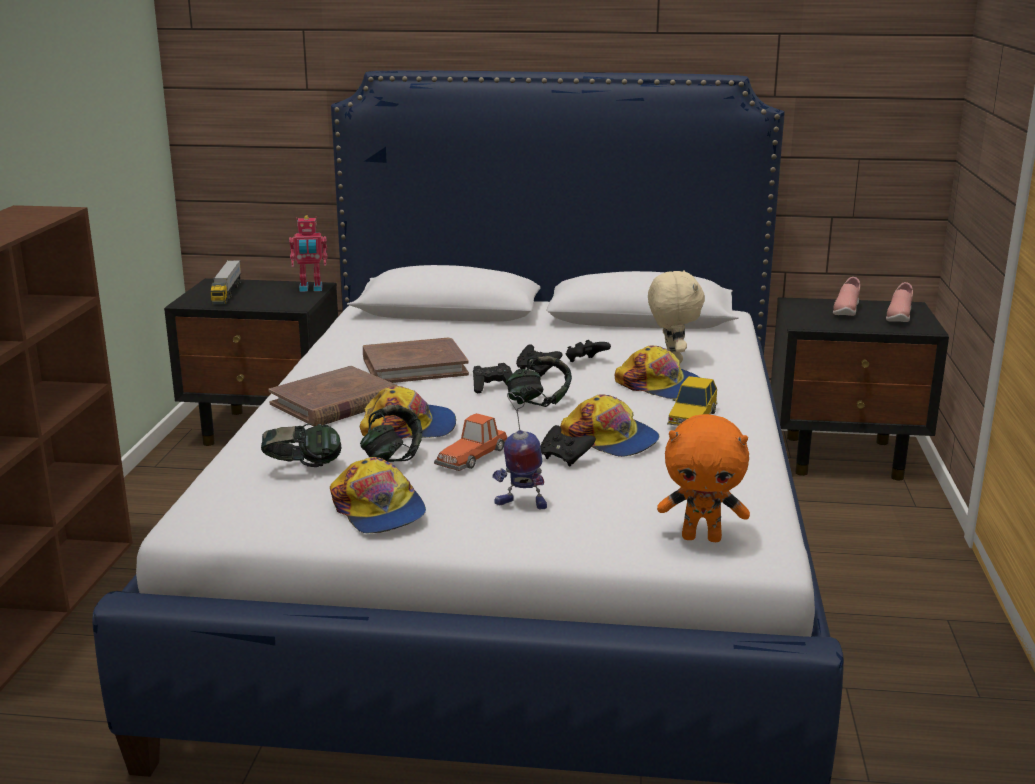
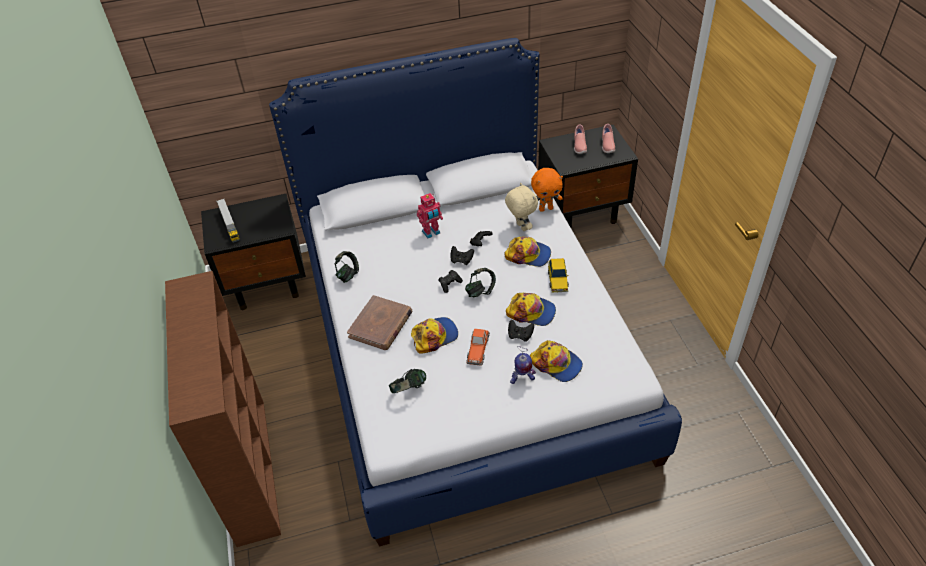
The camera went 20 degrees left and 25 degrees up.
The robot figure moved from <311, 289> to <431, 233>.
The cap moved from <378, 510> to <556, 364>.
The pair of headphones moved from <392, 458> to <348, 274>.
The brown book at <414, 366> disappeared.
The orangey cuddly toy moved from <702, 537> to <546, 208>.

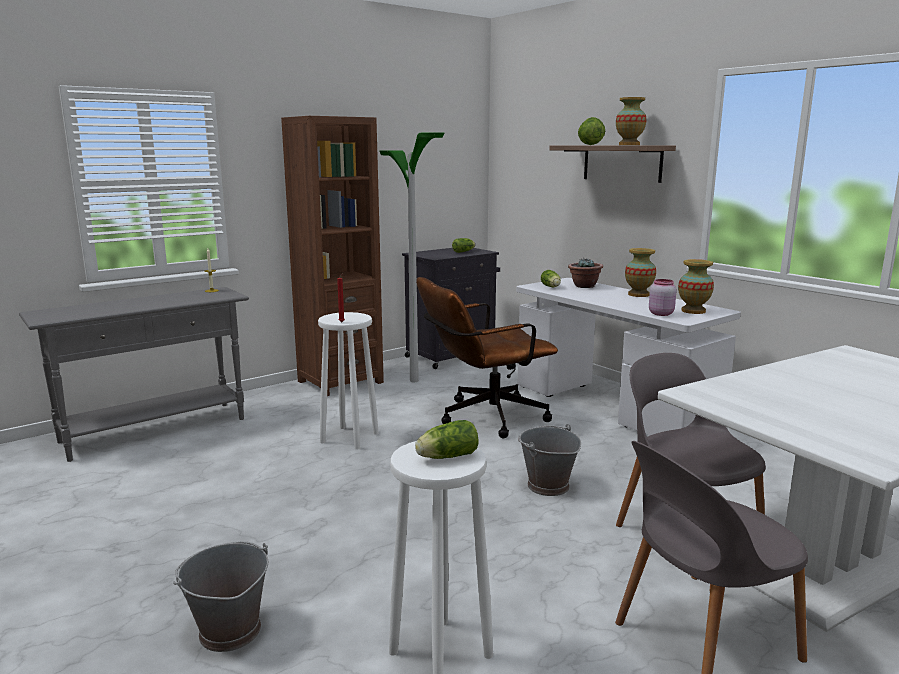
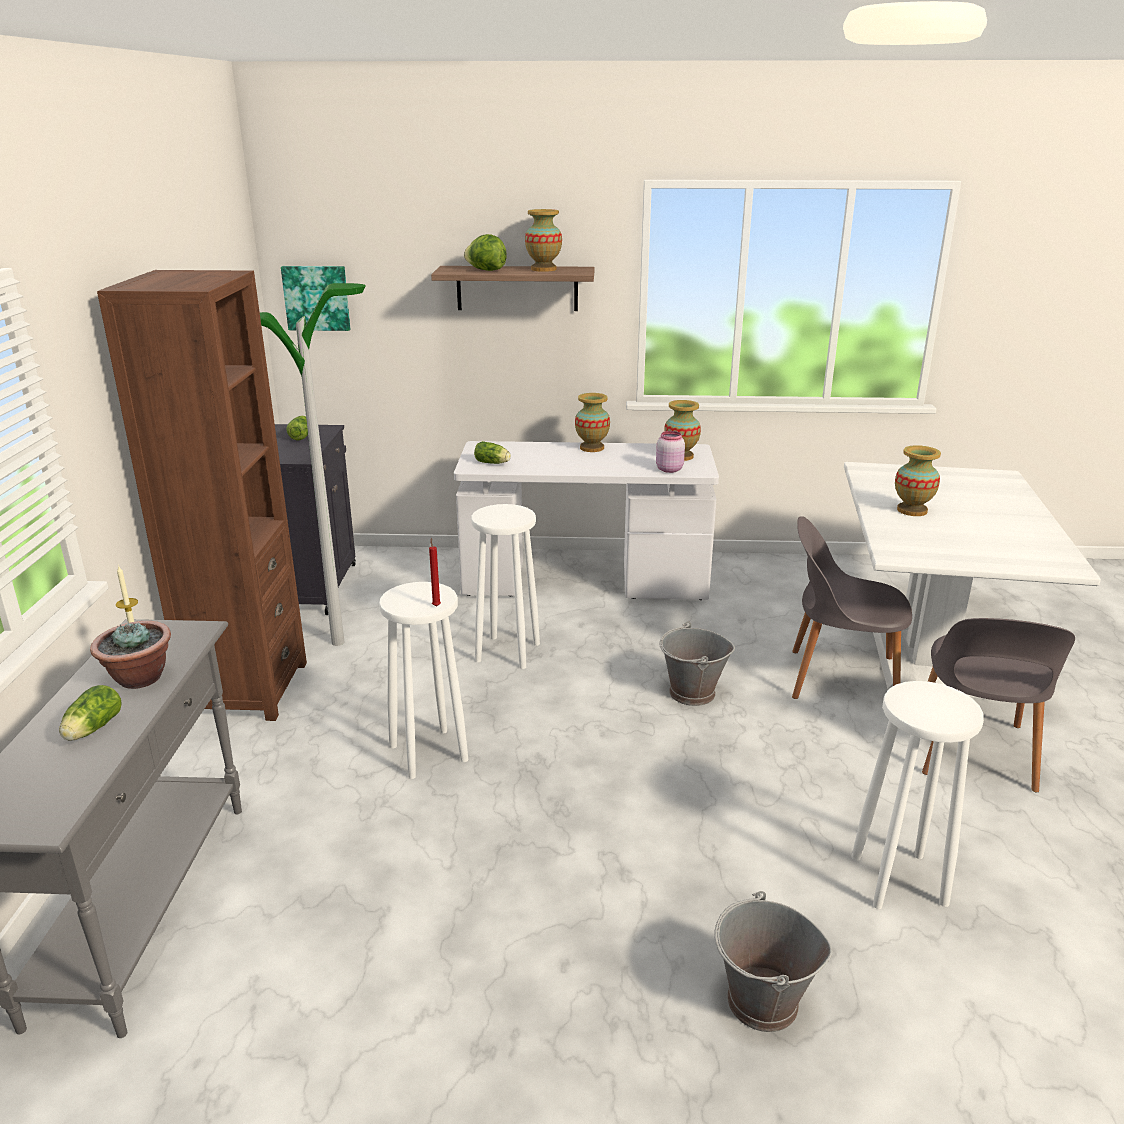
The camera went 50 degrees left and 10 degrees up.
The lettuce head moved from <445, 457> to <91, 730>.
The brown desk chair at <484, 418> was replaced by the white sitting stool at <507, 652>.
The houseplant moved from <584, 286> to <139, 678>.
The wall picture at <317, 298> appeared.
The vase at <911, 510> appeared.

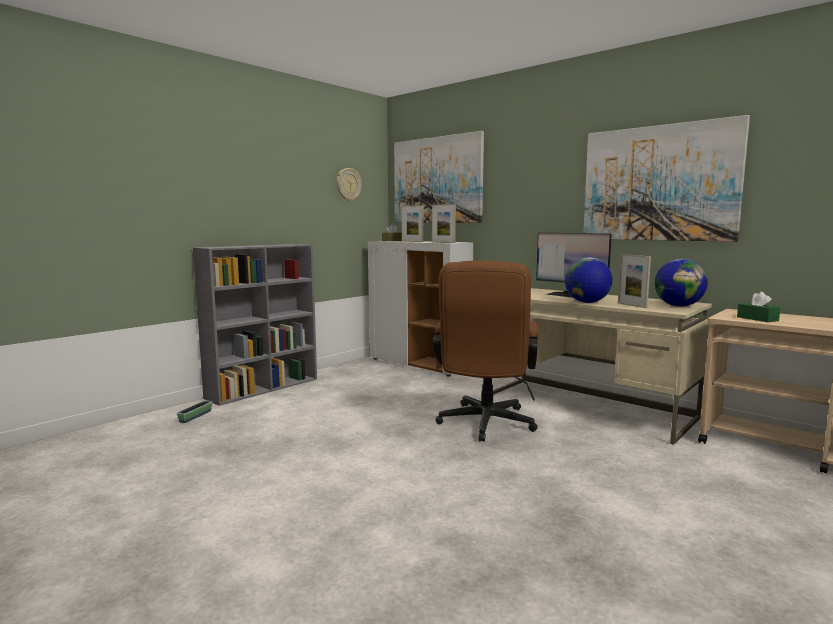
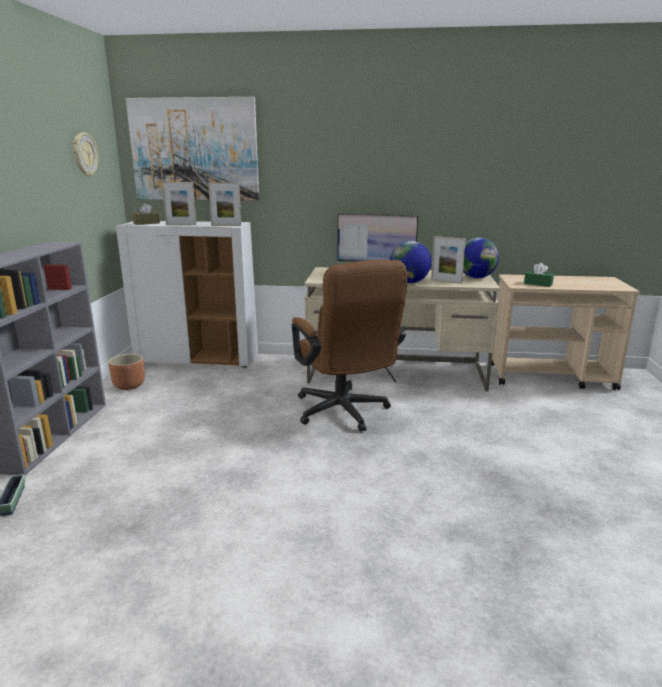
The camera went 35 degrees left and 10 degrees up.
The wall picture at <658, 183> disappeared.
The brown flower pot at <129, 386> appeared.

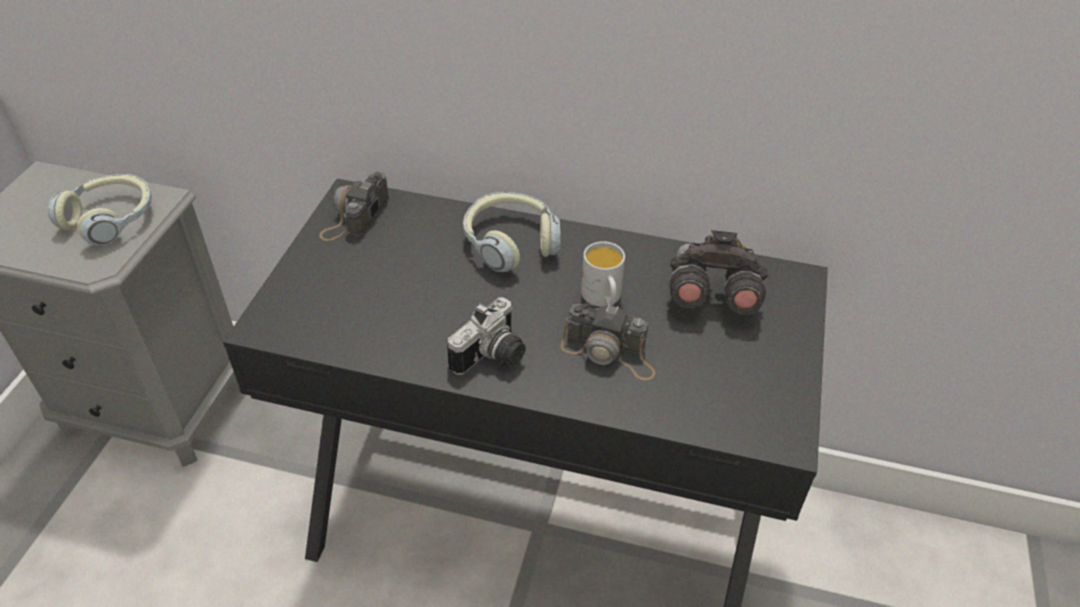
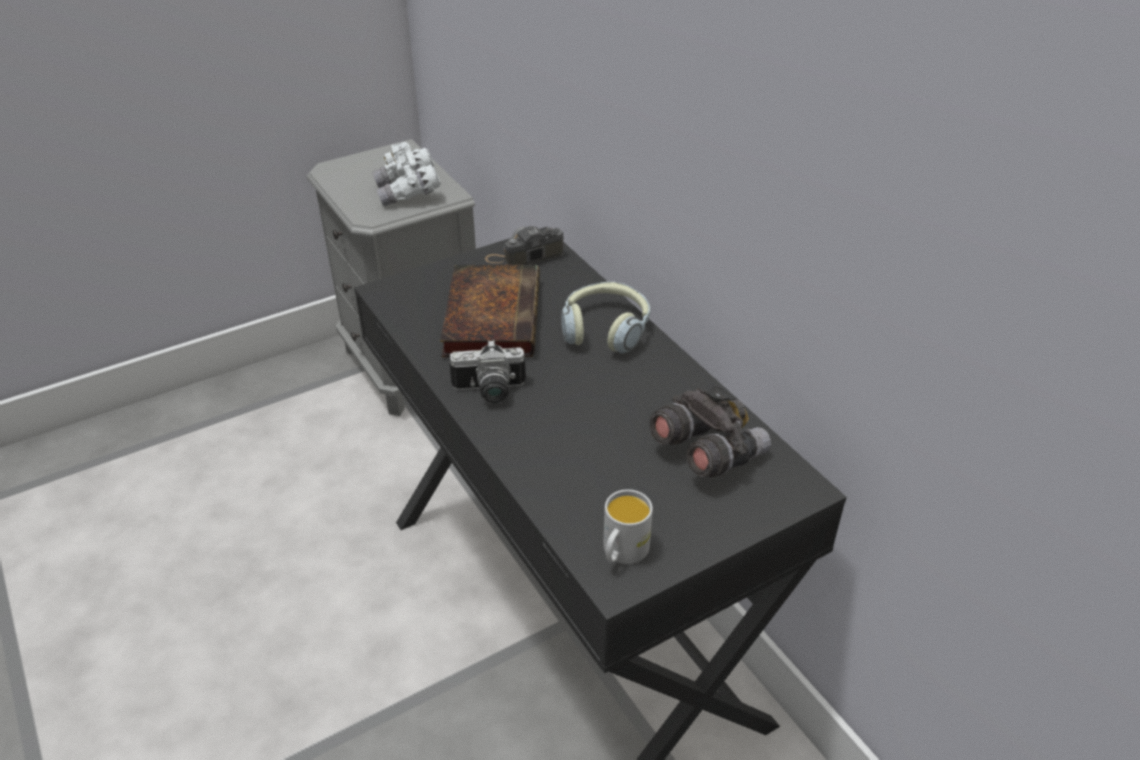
The camera went 45 degrees right and 5 degrees down.
The pair of headphones at <111, 219> was replaced by the white binoculars at <408, 193>.
The still camera at <609, 352> disappeared.
The white tea mug moved from <603, 298> to <622, 553>.
The book at <491, 315> appeared.

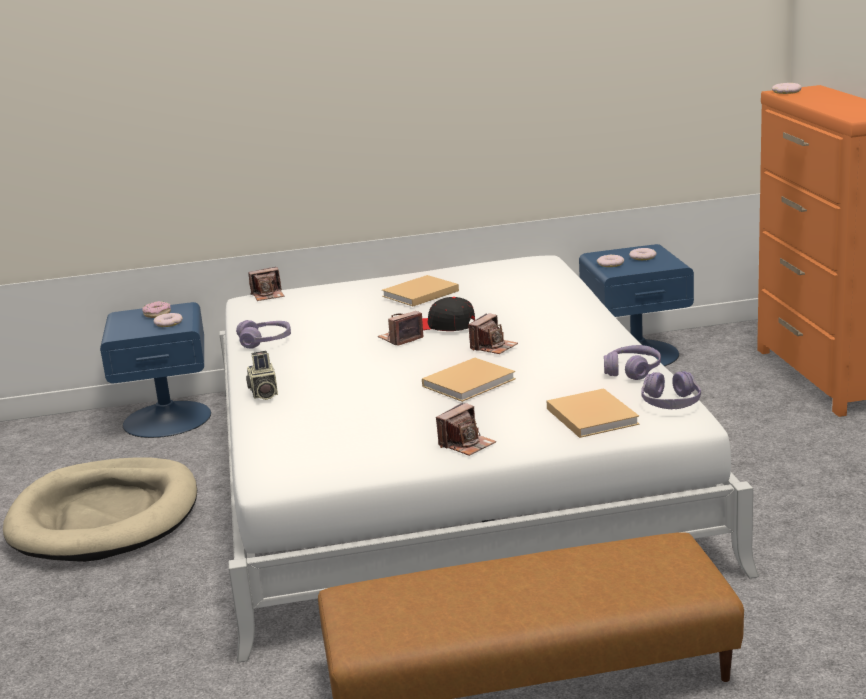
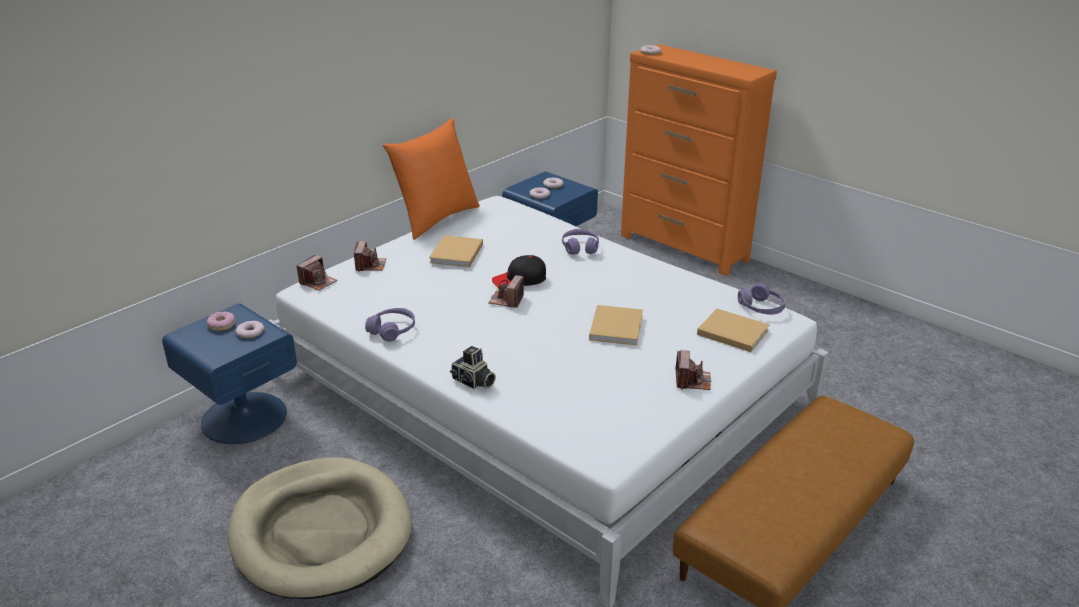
The camera went 40 degrees left and 10 degrees up.
The still camera moved from <493, 347> to <370, 265>.
The purplish pair of headphones moved from <632, 371> to <580, 248>.
The orangey pillow at <436, 219> appeared.

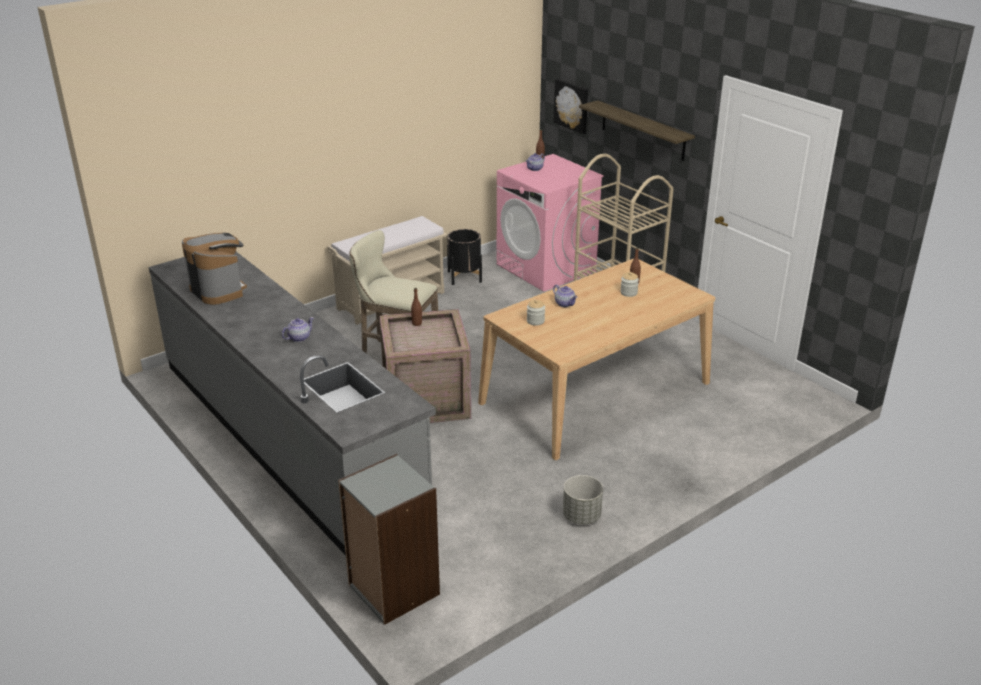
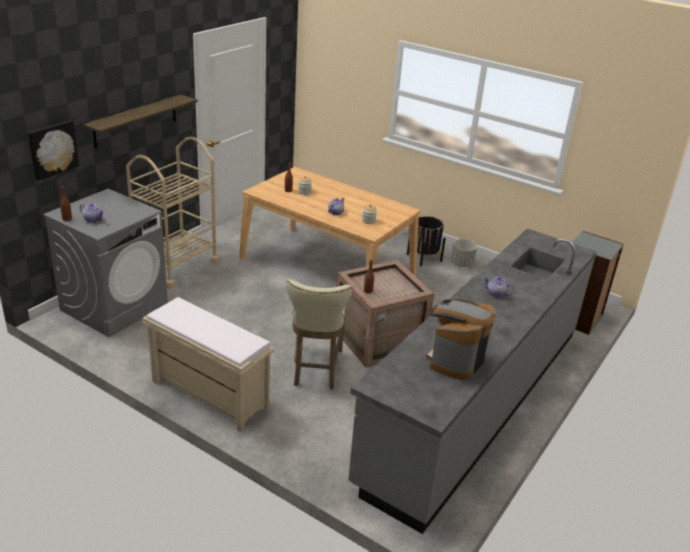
The camera went 110 degrees left and 0 degrees up.
The black-coloured flower pot moved from <464, 277> to <424, 257>.
The pink laundry machine at <546, 268> became the gray laundry machine at <115, 306>.

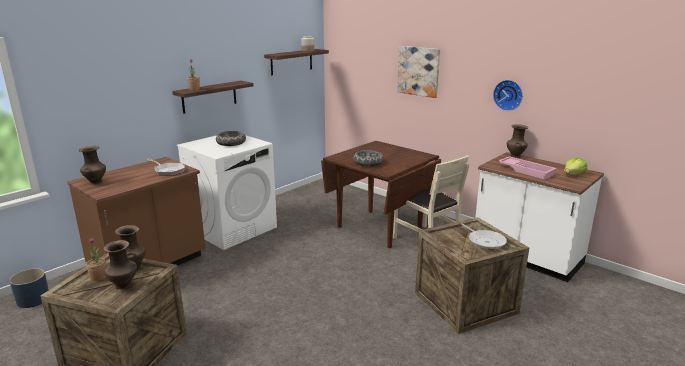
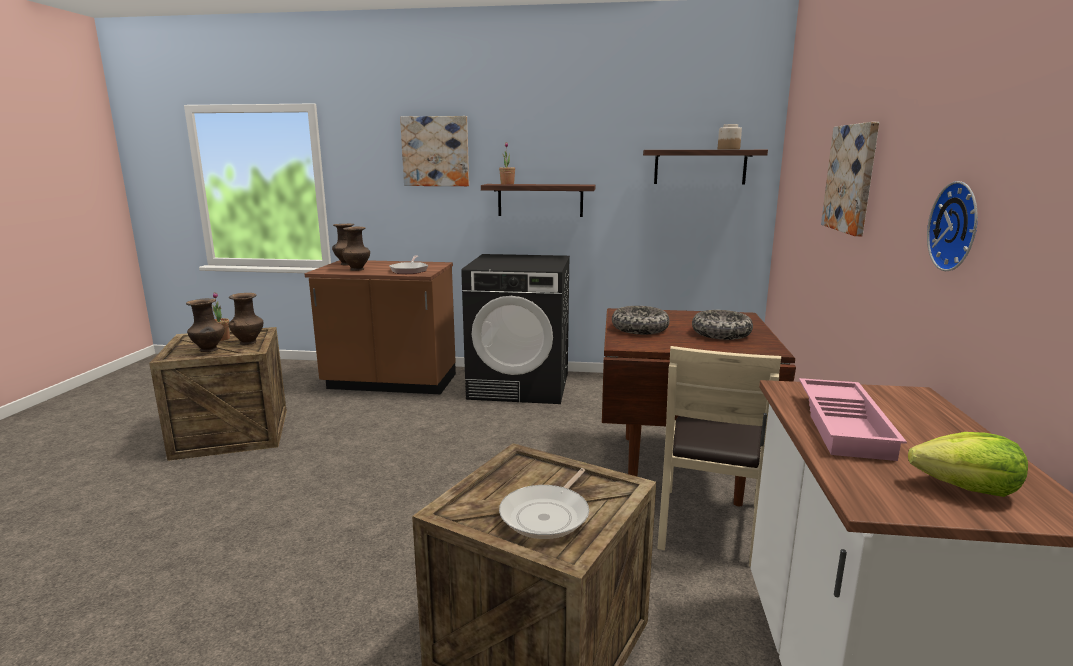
The camera went 55 degrees right and 5 degrees down.
The blue flower pot at <33, 299> disappeared.
The white laundry machine at <233, 228> became the black-coloured laundry machine at <520, 386>.
The bowl moved from <231, 143> to <721, 334>.
The brown vase moved from <515, 156> to <358, 269>.
The wall picture at <435, 151> appeared.

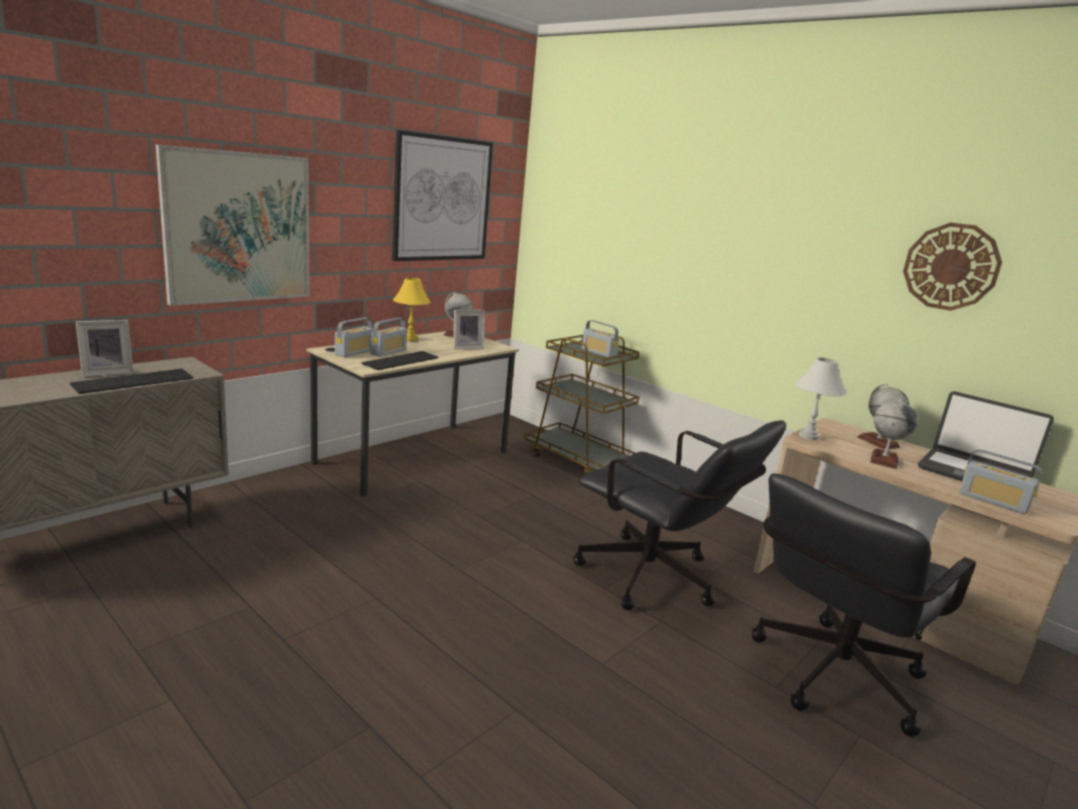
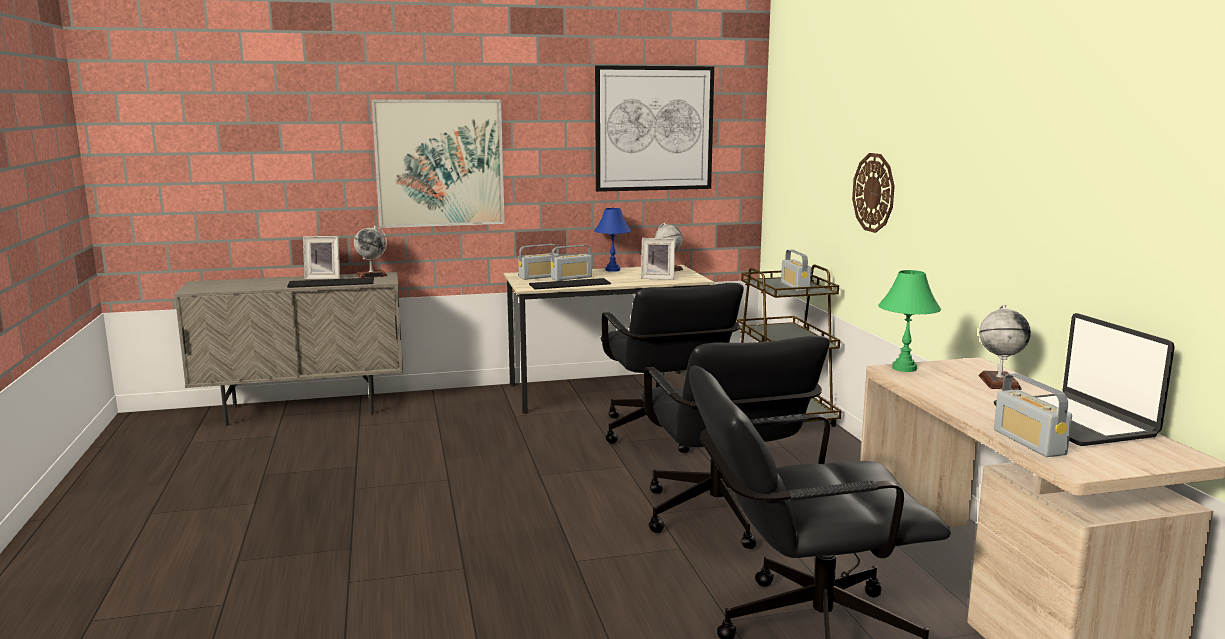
The camera went 35 degrees right and 5 degrees down.
The yellowish tabletop lamp at <410, 339> became the blue tabletop lamp at <612, 270>.
The white tabletop lamp at <809, 436> became the green-coloured tabletop lamp at <904, 368>.
The desk globe moved from <884, 460> to <371, 275>.
The clock on the wall moved from <951, 266> to <874, 192>.
The black-coloured desk chair at <665, 435> appeared.

